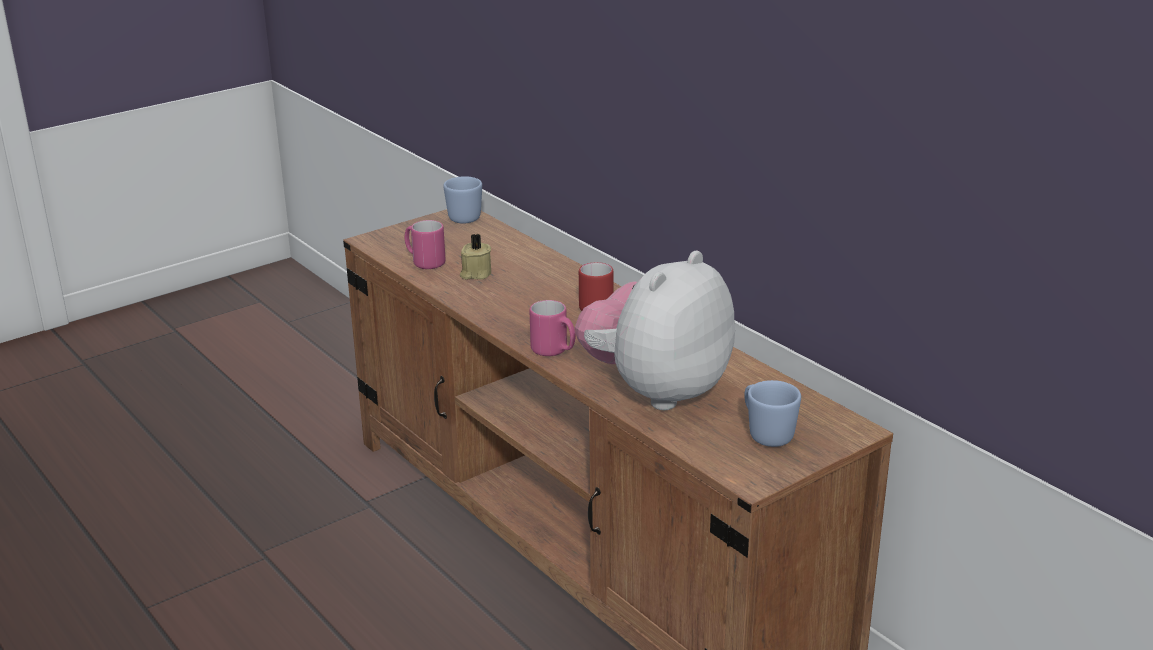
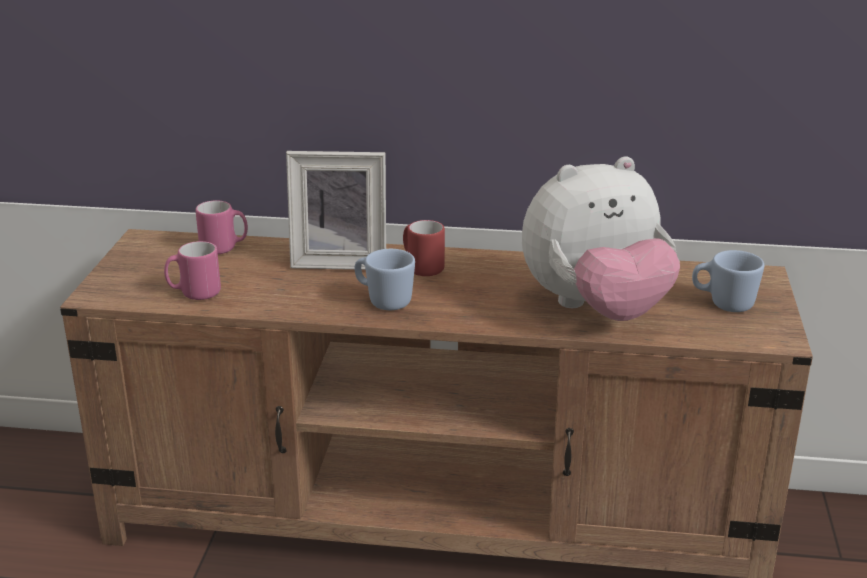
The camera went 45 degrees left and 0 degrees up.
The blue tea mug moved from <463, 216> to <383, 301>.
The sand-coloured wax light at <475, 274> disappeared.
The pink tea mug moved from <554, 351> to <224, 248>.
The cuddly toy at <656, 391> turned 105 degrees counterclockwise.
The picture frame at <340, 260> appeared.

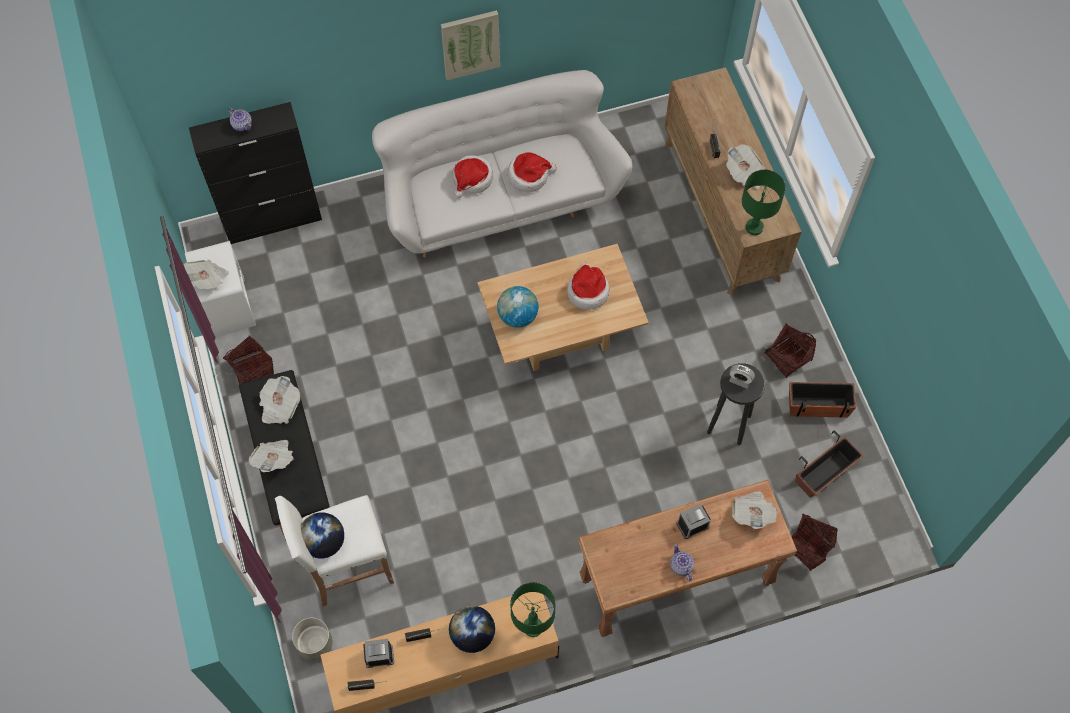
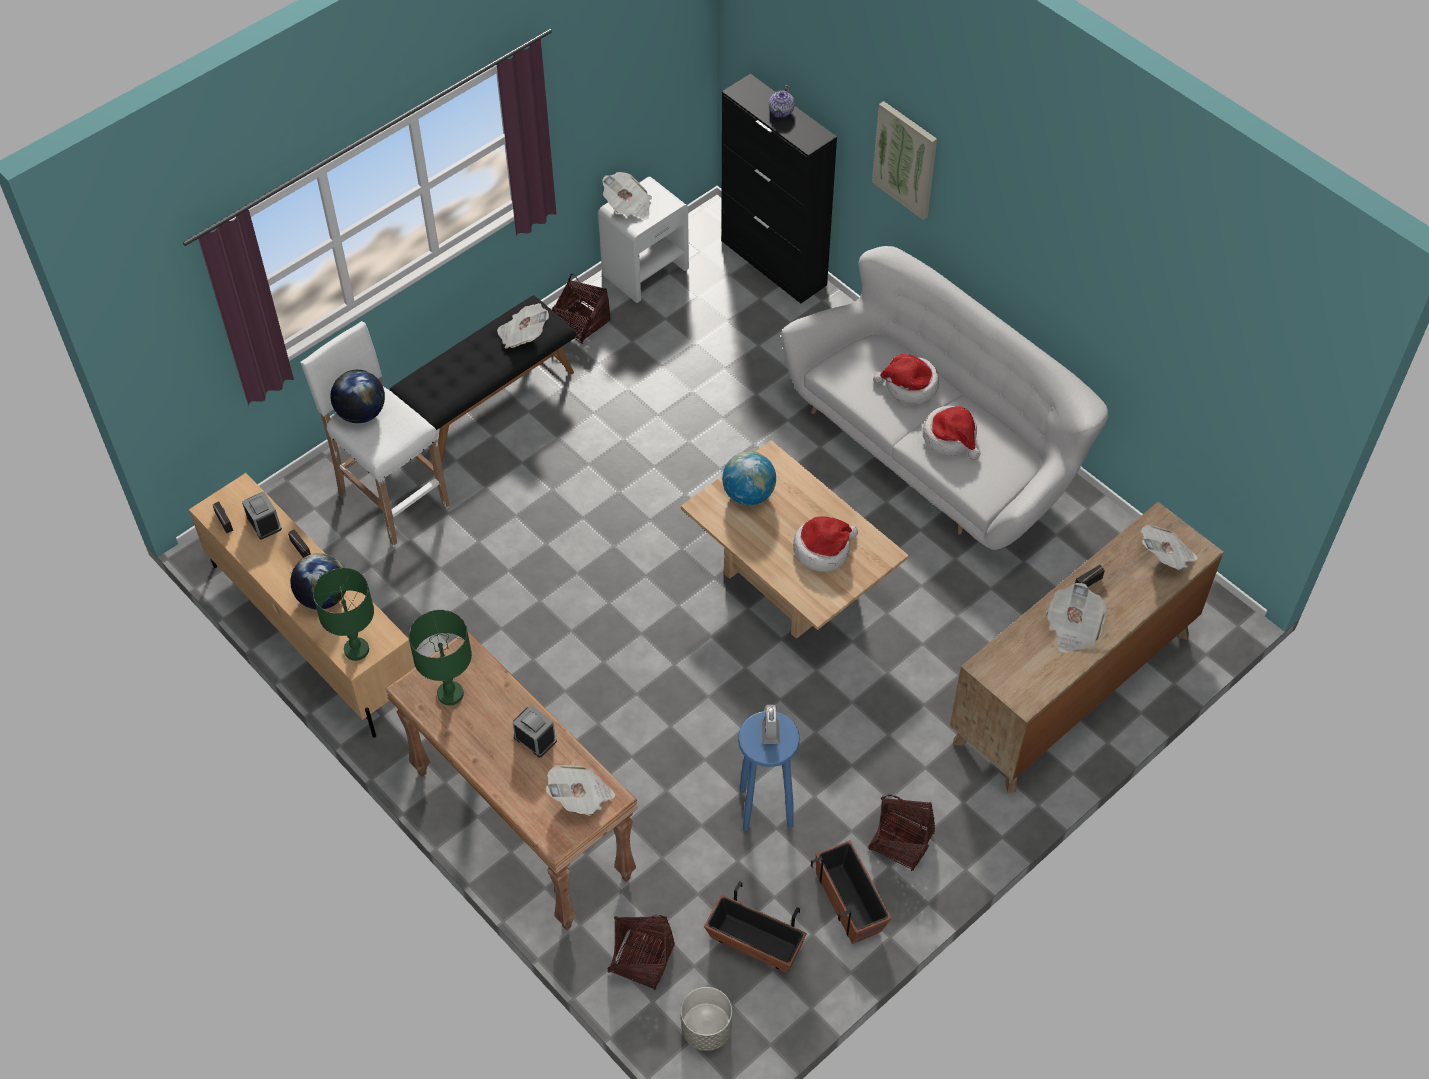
The camera went 65 degrees right and 10 degrees down.
The daily paper moved from <274, 459> to <1166, 557>.
The gray flower pot moved from <315, 643> to <706, 1029>.
The wall picture moved from <470, 44> to <906, 159>.
The tea pot at <681, 566> disappeared.
The black-coloured sitting stool at <729, 424> became the blue sitting stool at <766, 808>.
The green-coloured tabletop lamp moved from <754, 227> to <450, 694>.

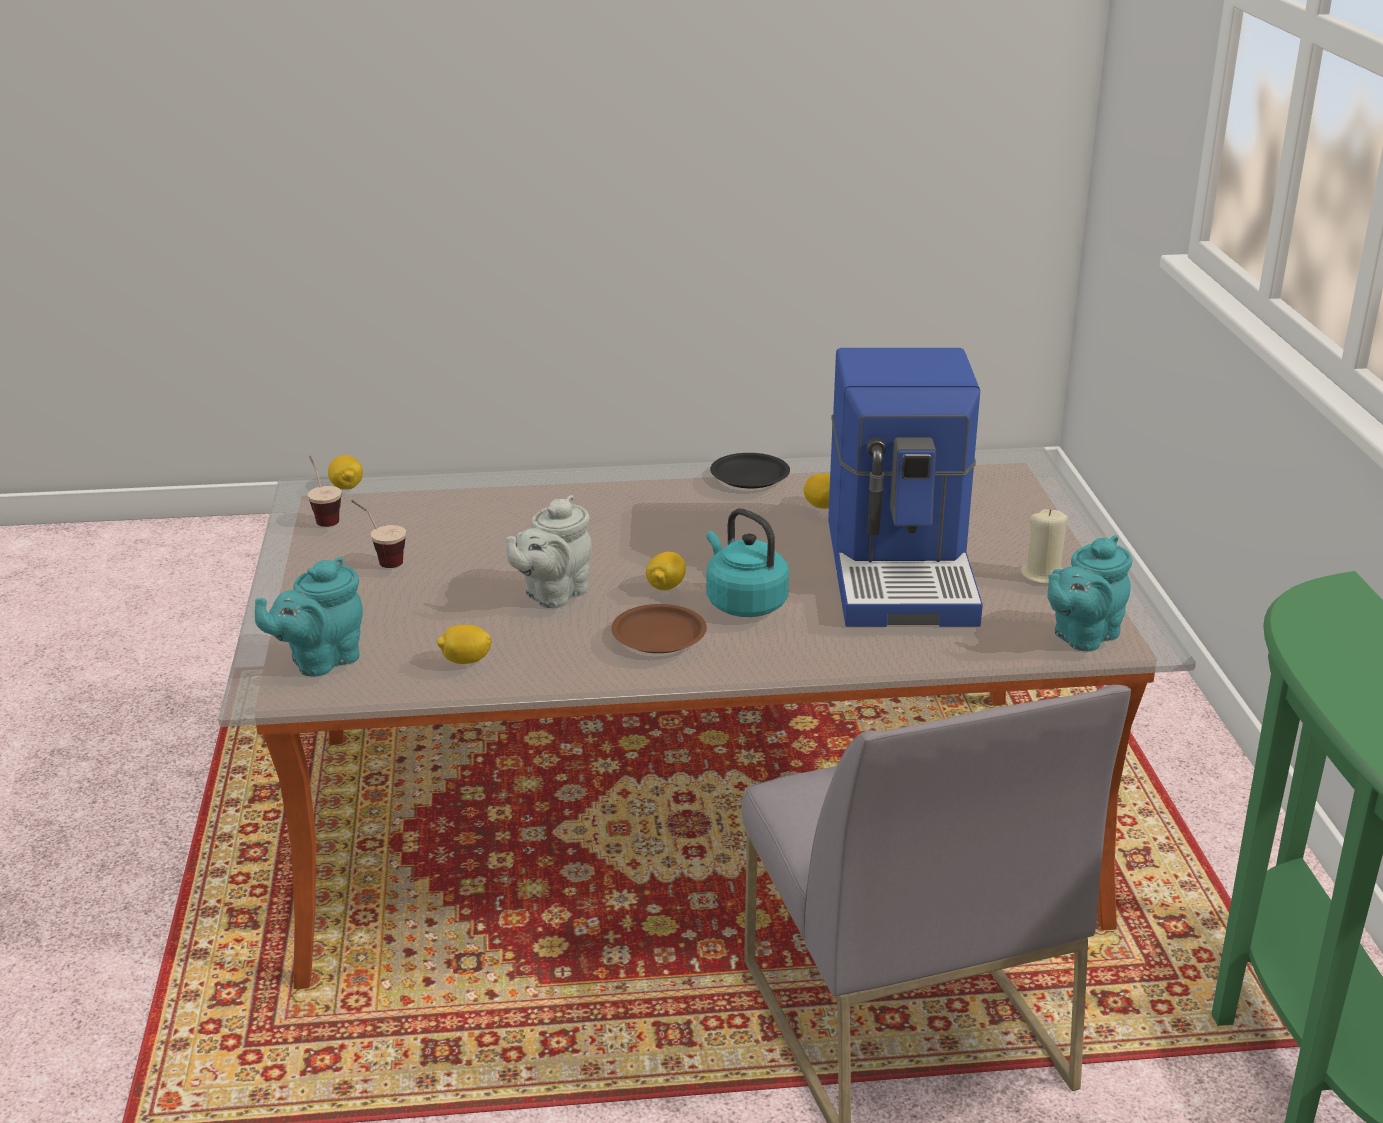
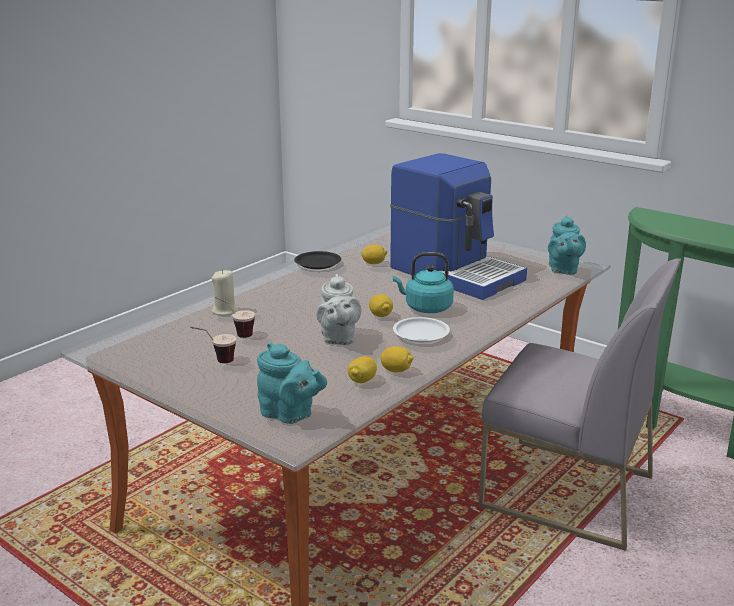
The camera went 45 degrees left and 5 degrees down.
The turquoise-coloured tea pot at <320, 661> turned 60 degrees counterclockwise.
The drinking cup moved from <323, 517> to <236, 333>.
The citrus fruit moved from <346, 487> to <396, 370>.
The brown dinner plate at <658, 635> became the white dinner plate at <420, 334>.
The sand-coloured wax light moved from <1044, 575> to <225, 311>.

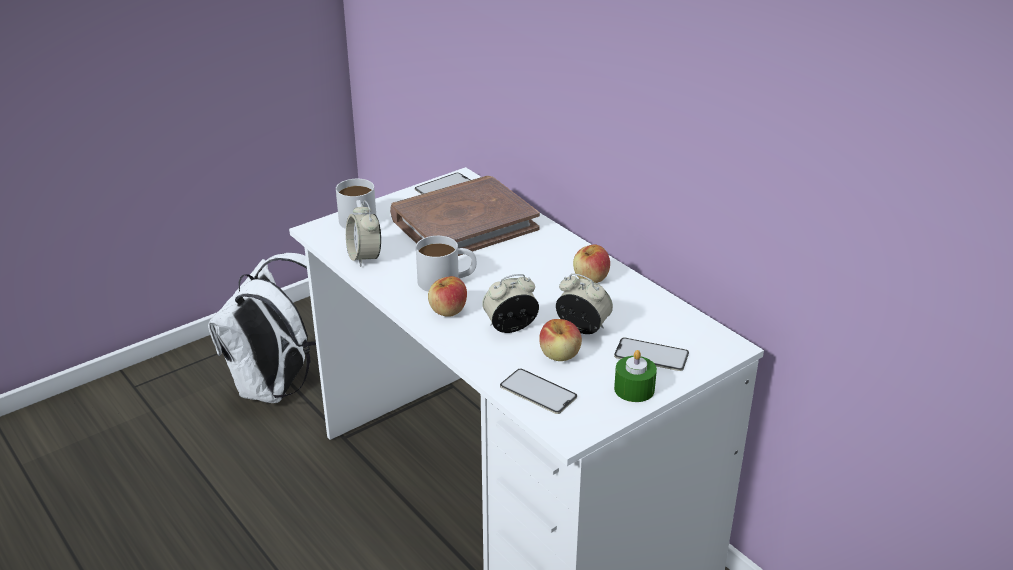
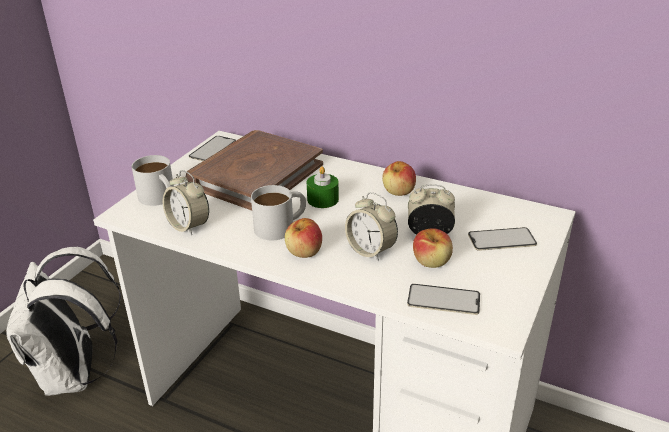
The camera went 25 degrees left and 0 degrees up.
The alarm clock at <510, 327> turned 90 degrees counterclockwise.
The green-coloured wax light moved from <634, 389> to <323, 199>.

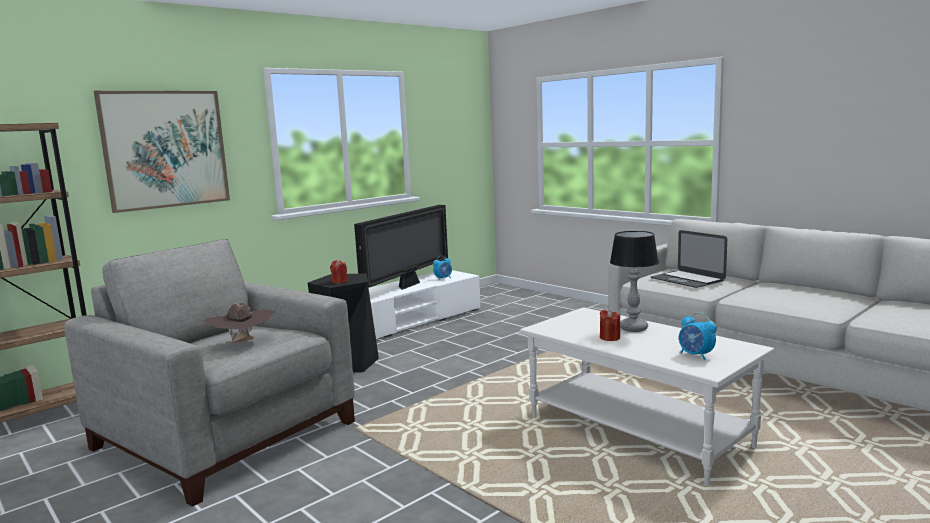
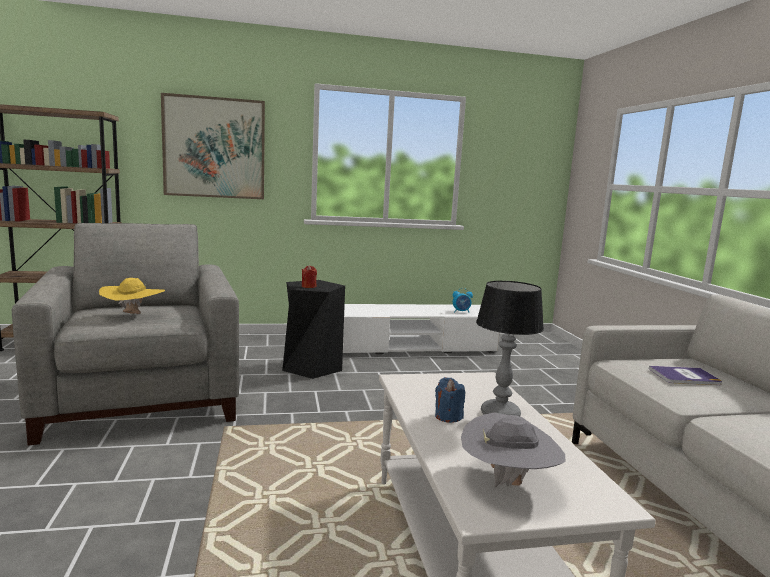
The camera went 30 degrees right and 0 degrees up.
The brown hat at <243, 343> became the yellowish hat at <133, 315>.
The TV set at <409, 285> disappeared.
The reddish wax light at <609, 337> became the blue wax light at <448, 416>.
The laptop at <687, 279> was replaced by the book at <684, 377>.
The alarm clock at <696, 355> was replaced by the gray hat at <508, 482>.

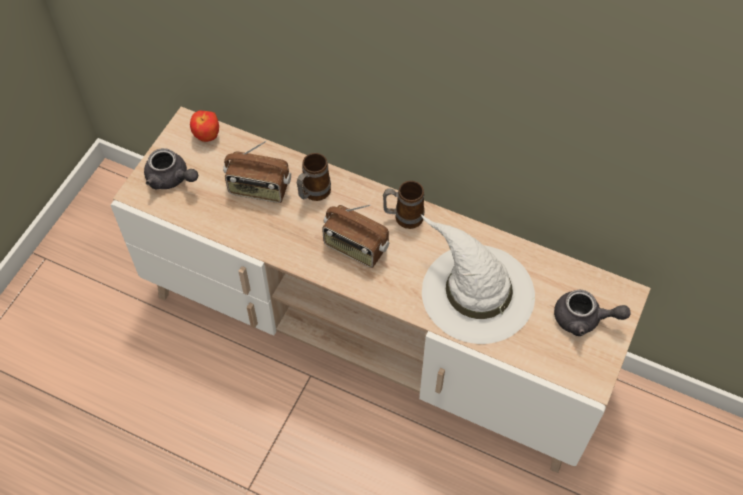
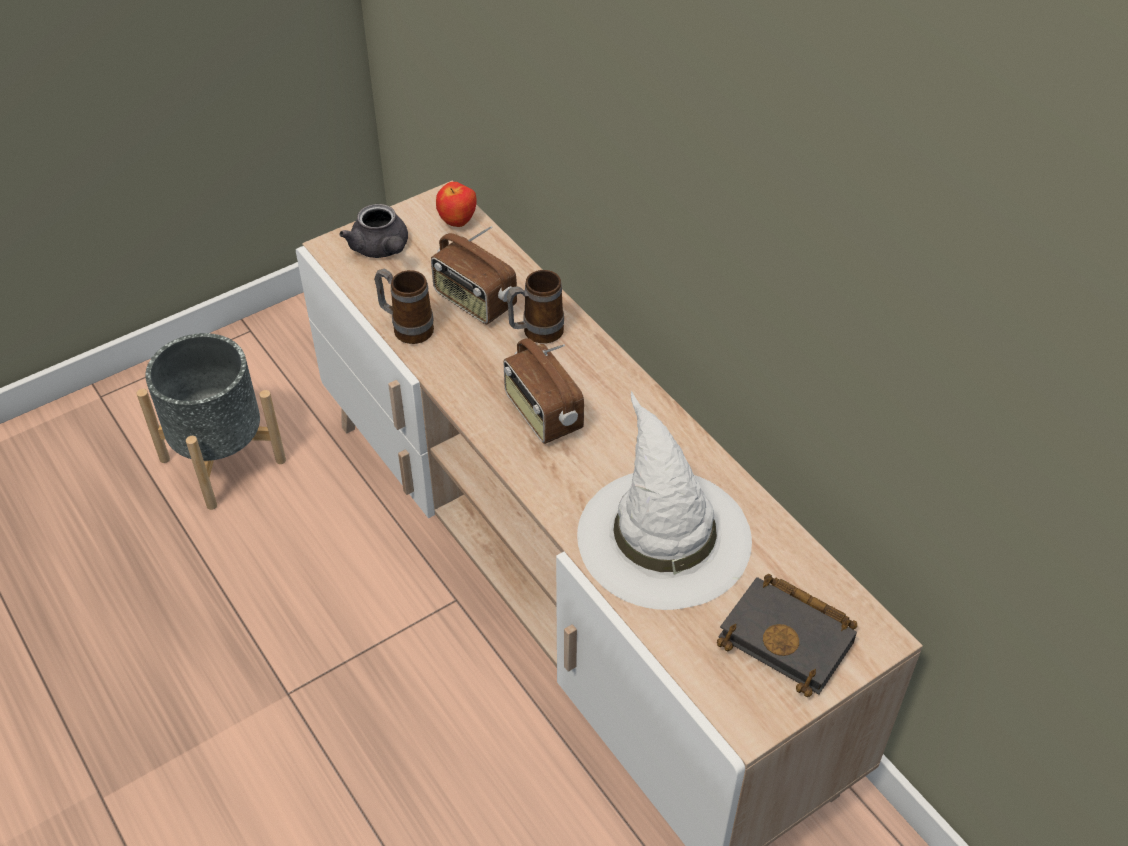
The camera went 30 degrees right and 10 degrees down.
The tea mug moved from <403, 217> to <406, 328>.
The gray tea pot at <584, 319> was replaced by the black-coloured book at <791, 638>.
The gray flower pot at <222, 459> appeared.

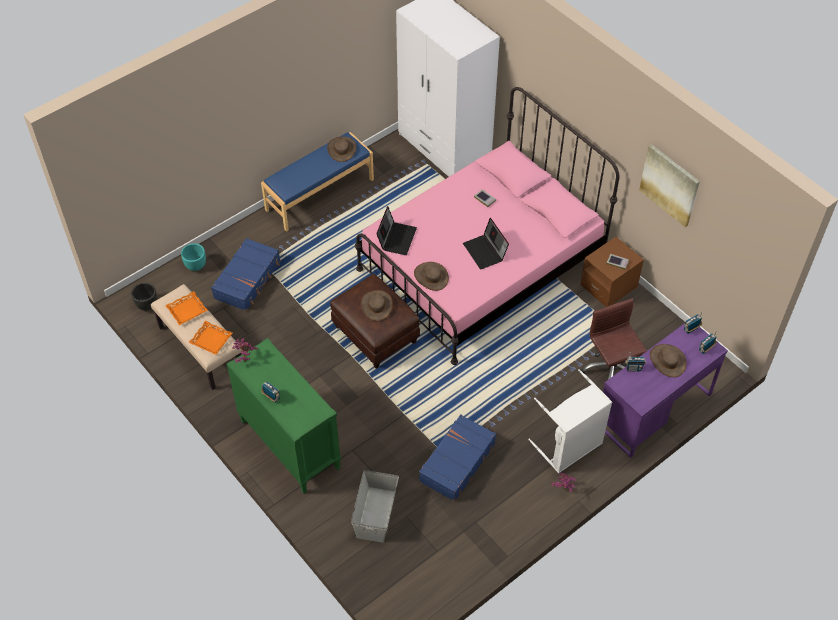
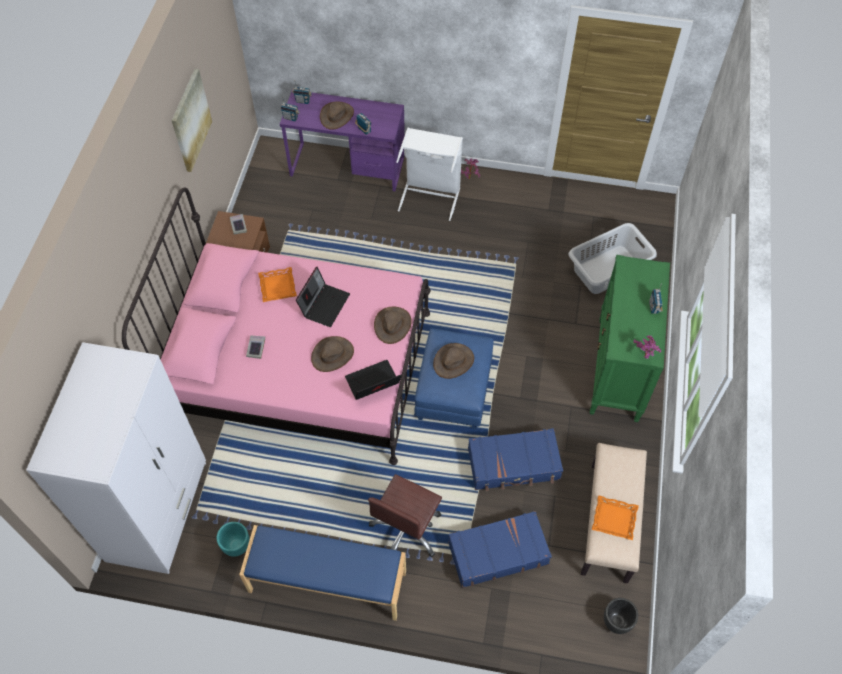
The camera went 130 degrees left and 5 degrees up.
The turquoise-coloured flower pot moved from <196, 266> to <236, 546>.
The orangey tray moved from <211, 340> to <277, 287>.
The brown hat moved from <342, 149> to <332, 355>.
The brown pouffe at <376, 334> became the blue pouffe at <452, 390>.
The gray storage container at <375, 514> was replaced by the gray washing basket at <608, 270>.
The blue piece of luggage moved from <456, 462> to <514, 464>.
The brown desk chair moved from <611, 370> to <406, 530>.

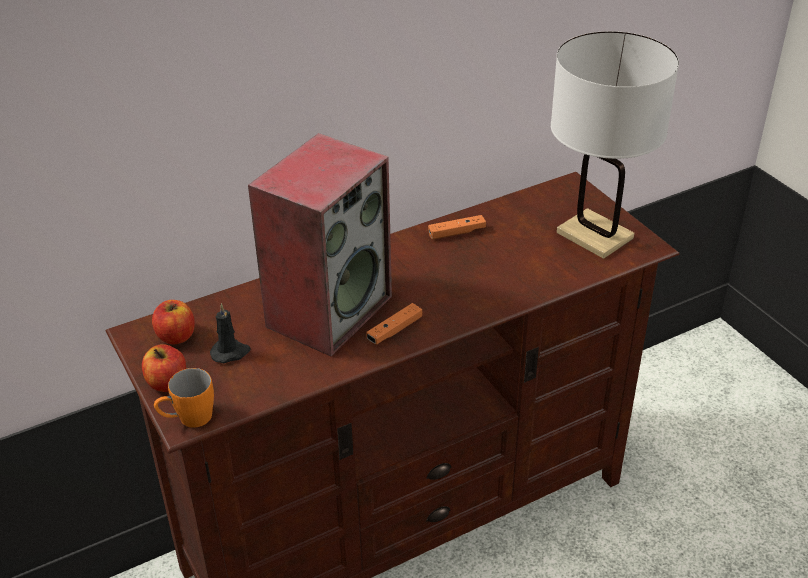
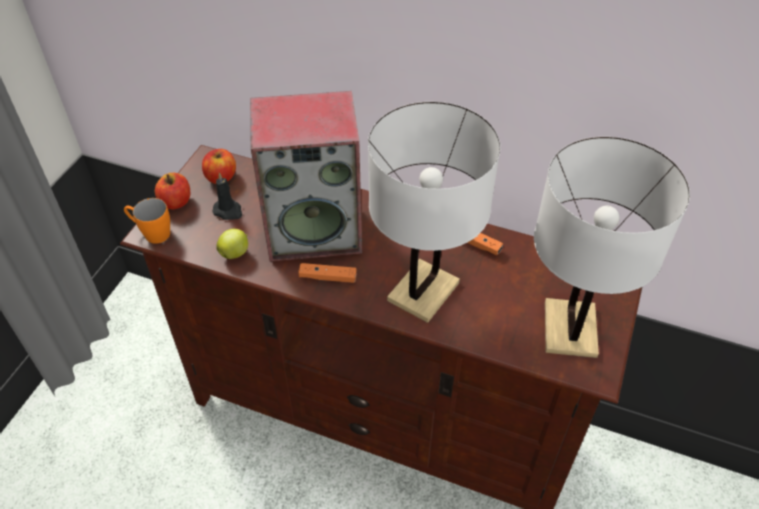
The camera went 50 degrees right and 10 degrees up.
The apple fruit at <235, 253> appeared.
The white tabletop lamp at <423, 291> appeared.

